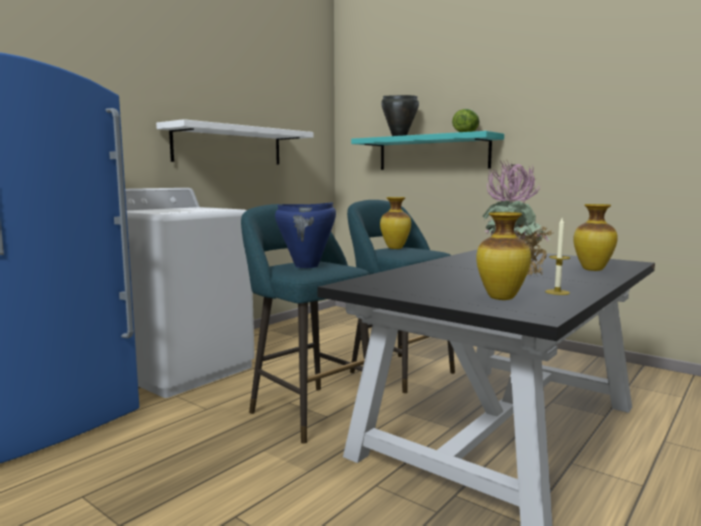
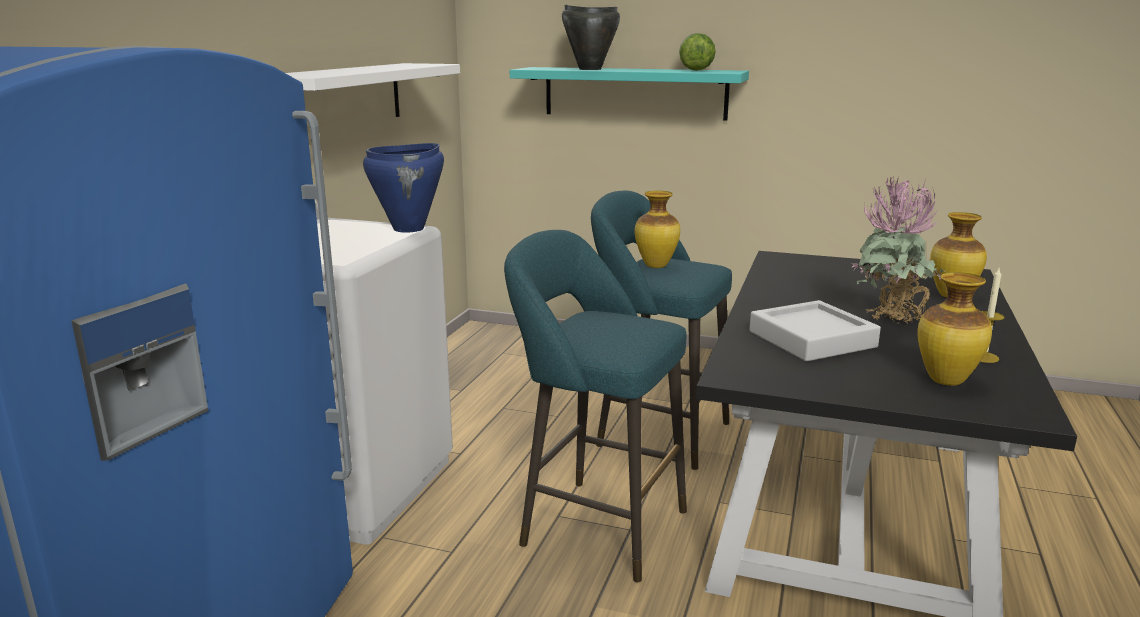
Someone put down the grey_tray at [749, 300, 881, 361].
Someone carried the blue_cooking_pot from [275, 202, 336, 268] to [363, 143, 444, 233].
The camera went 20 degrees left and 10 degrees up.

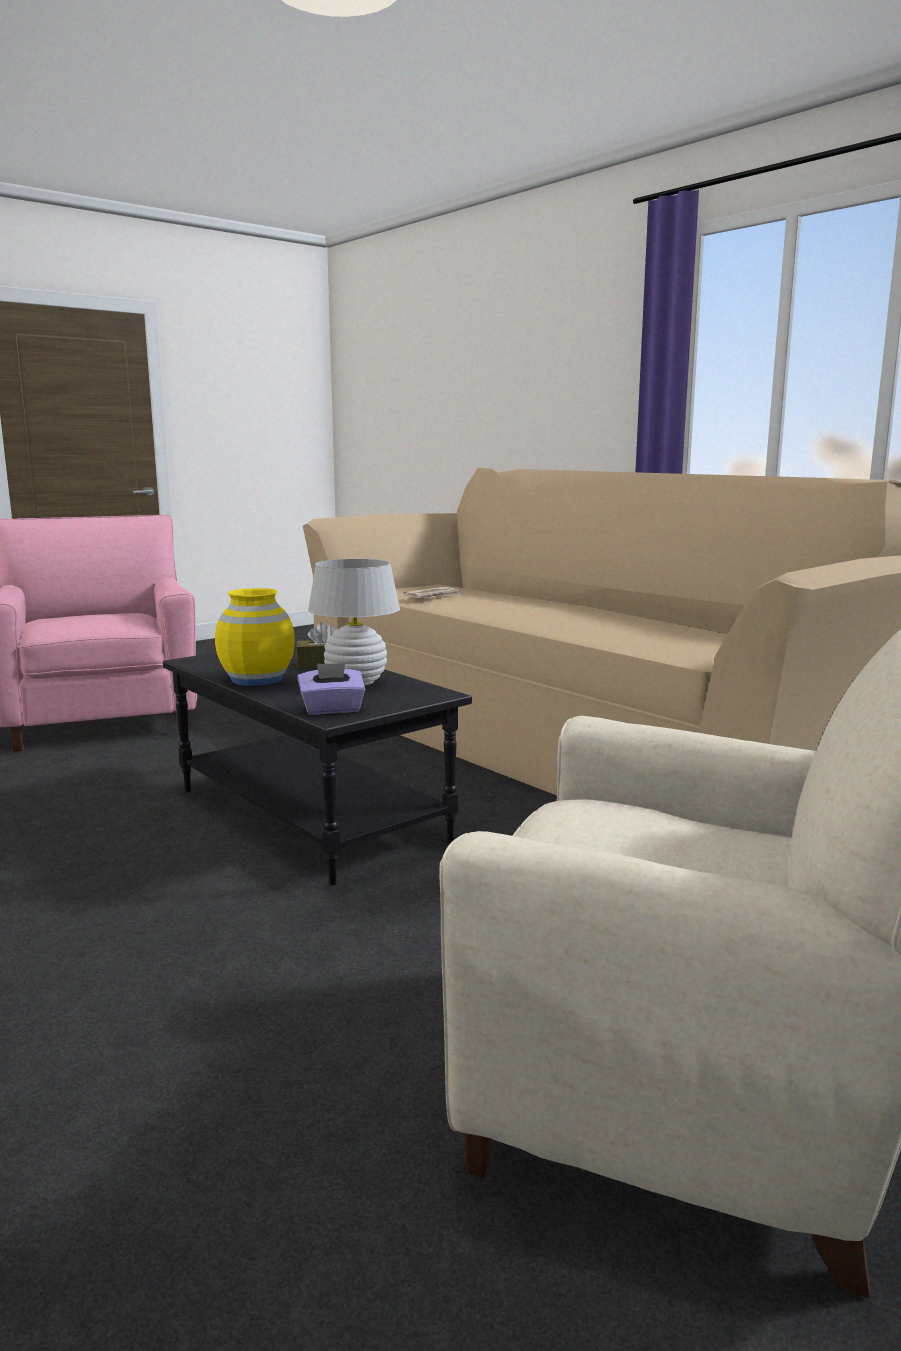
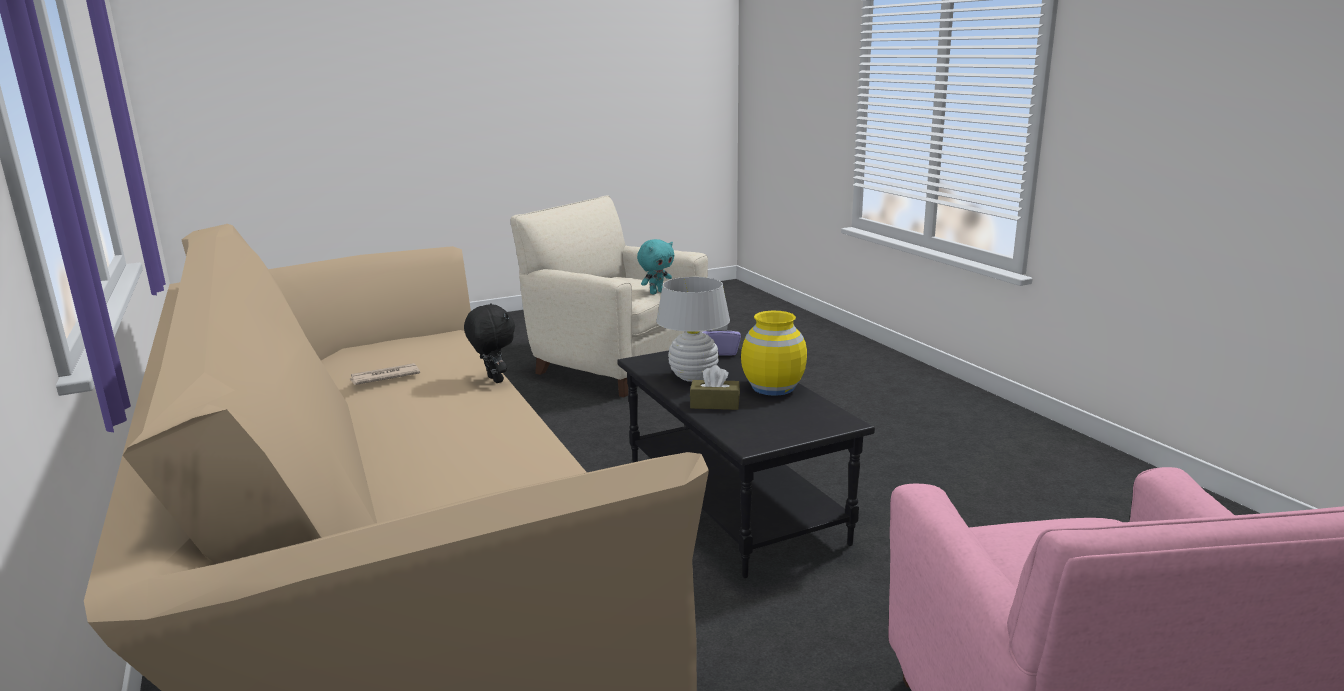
Someone put down the black_plush_toy at [464, 303, 515, 383].
Someone put down the turquoise_plush_toy at [637, 239, 674, 294].
Someone carried the newspaper from [403, 587, 461, 598] to [350, 363, 420, 385].
The camera went 165 degrees left and 5 degrees up.

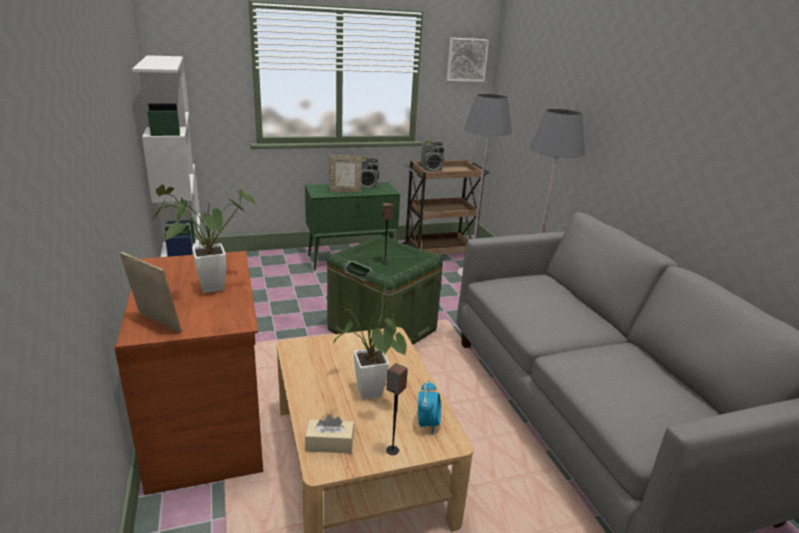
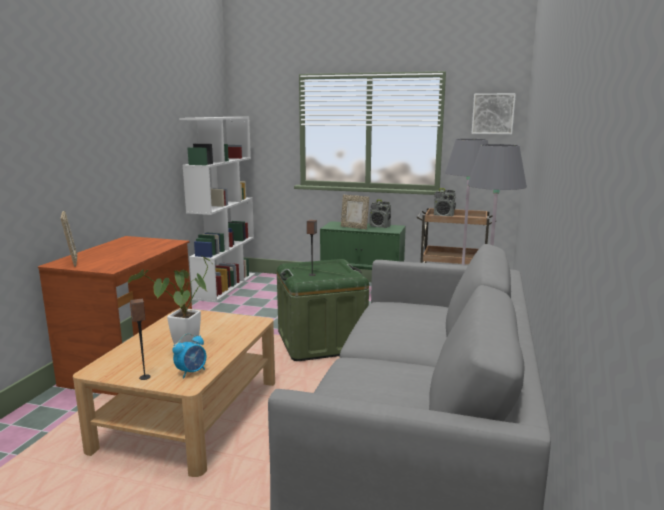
Someone took away the potted_plant at [152, 185, 256, 293].
Someone took away the beige_tissue_box at [305, 415, 354, 453].
The camera went 35 degrees right and 10 degrees down.

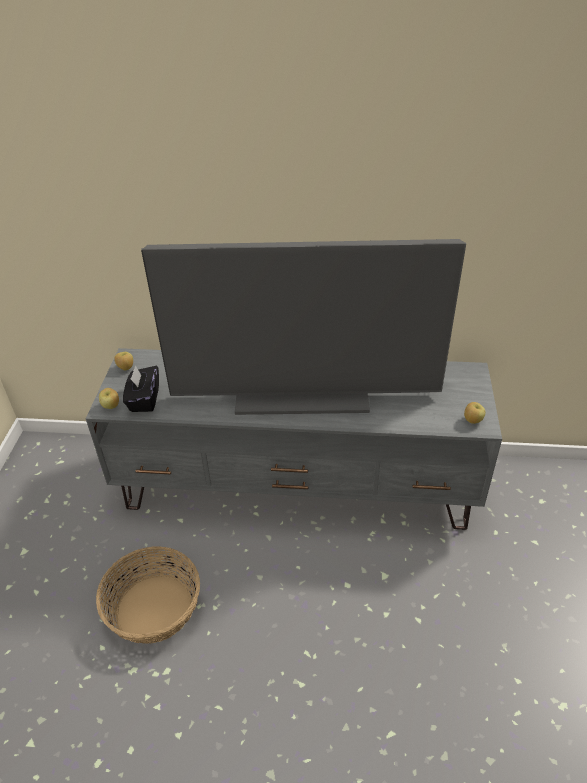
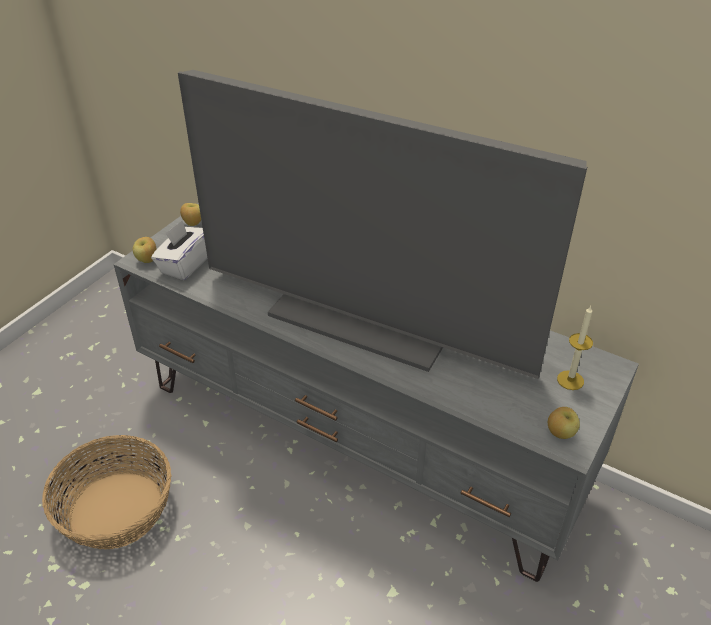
Someone put down the candle at [557, 306, 593, 390].
Someone repainted the black_tissue_box at [123, 365, 159, 412], which became the white_tissue_box at [151, 220, 207, 280].
The camera went 25 degrees right and 0 degrees up.

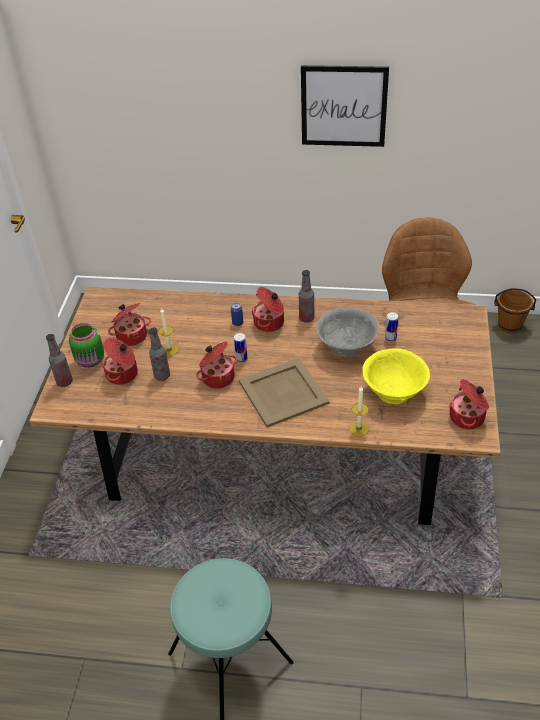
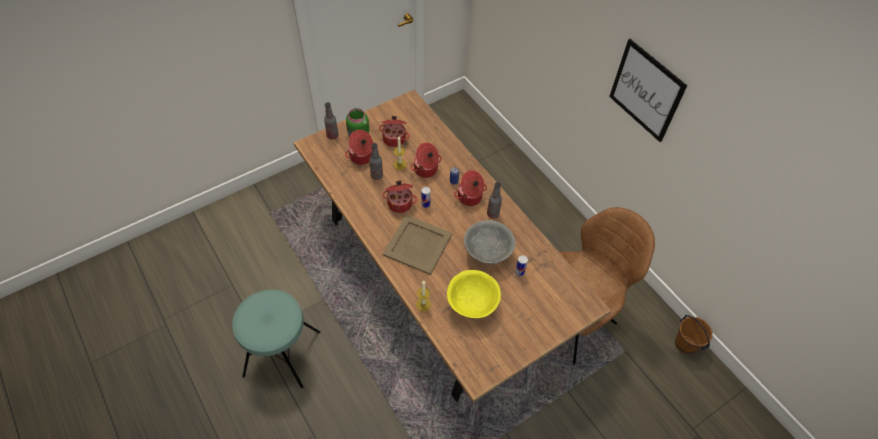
Someone carried the cooking_pot from [449, 379, 489, 429] to [410, 142, 442, 178].
The camera went 45 degrees right and 10 degrees up.

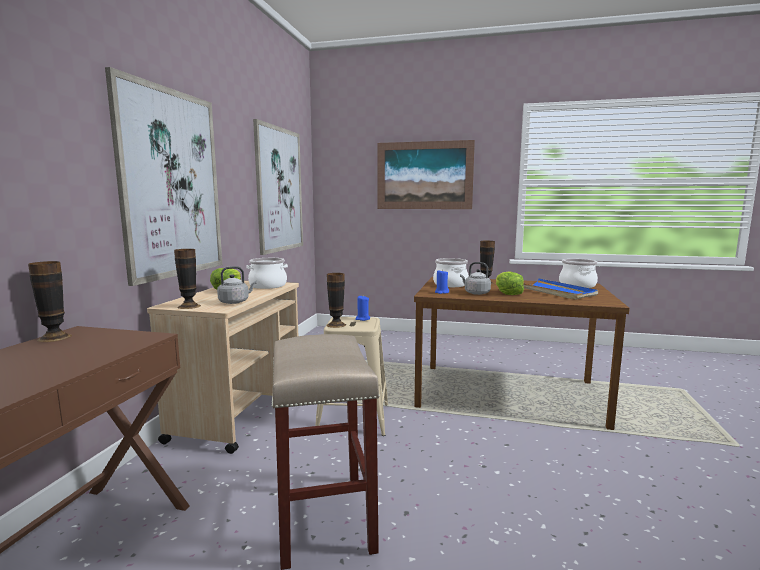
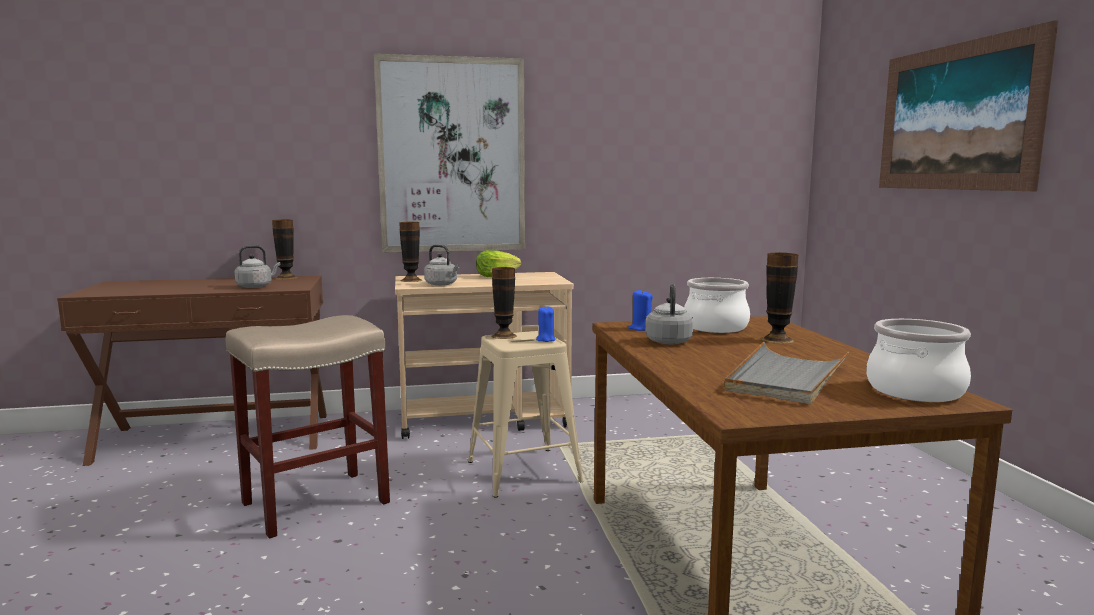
Someone took away the cooking_pot at [246, 258, 288, 289].
Someone took away the picture at [253, 119, 303, 255].
Someone took away the lettuce at [496, 271, 524, 295].
Someone put down the grey_kettle at [235, 245, 280, 288].
Someone repainted the blue_tray at [523, 279, 598, 300], which became the grey_tray at [725, 342, 849, 404].
The camera went 65 degrees right and 0 degrees up.

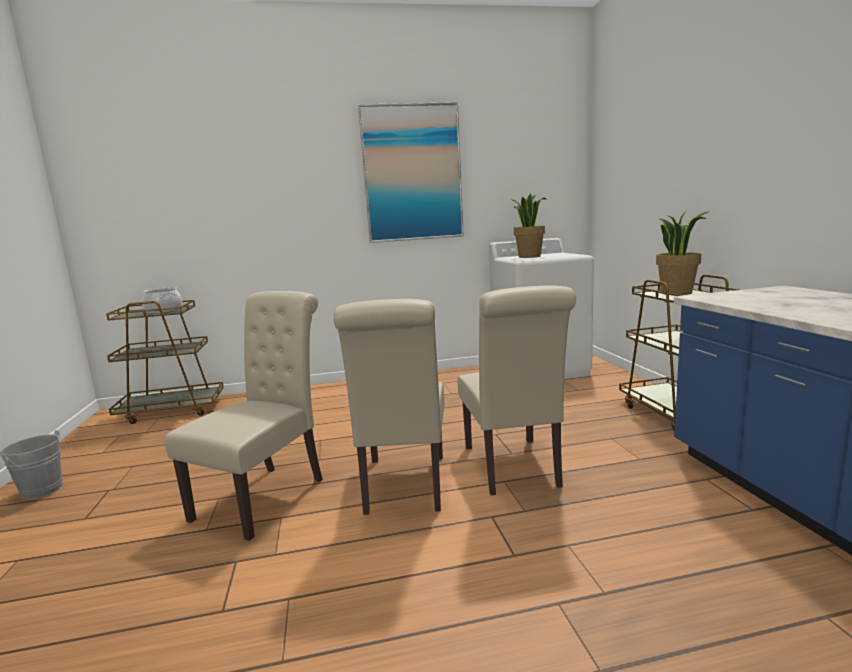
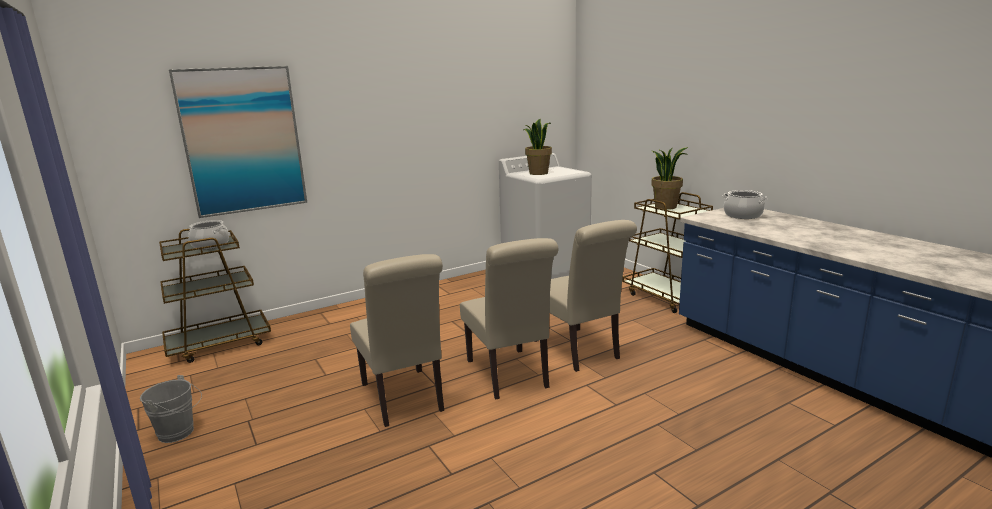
Someone put down the cooking_pot at [723, 190, 767, 219].
Someone carried the picture from [358, 102, 464, 243] to [169, 66, 307, 218].
Someone rotated the beige_chair at [164, 291, 323, 541] by 150 degrees clockwise.
The camera went 20 degrees left and 5 degrees up.

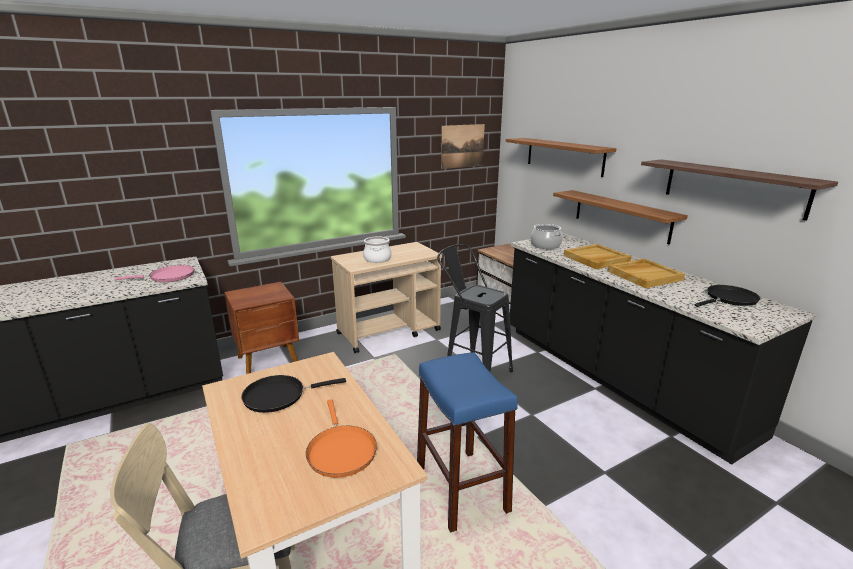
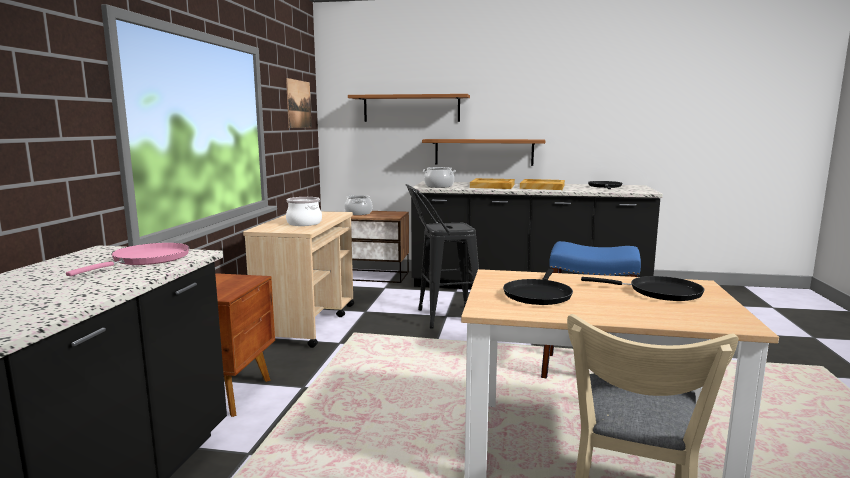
Someone took away the shelf at [641, 159, 838, 221].
Someone put down the cooking_pot at [344, 195, 372, 215].
Someone repainted the orange_frying_pan at [306, 399, 377, 478], which became the black_frying_pan at [581, 276, 704, 301].
The camera went 50 degrees left and 10 degrees down.

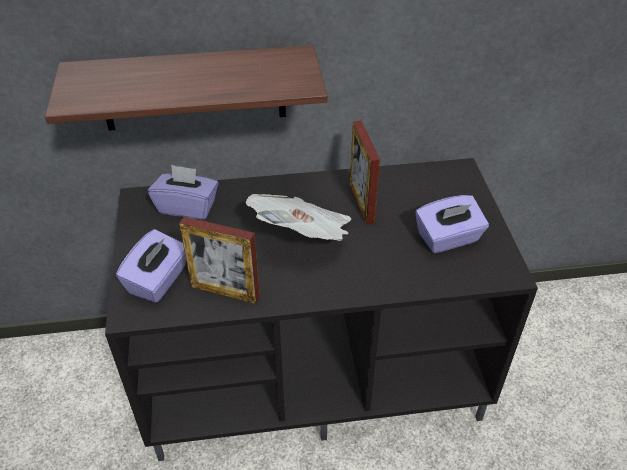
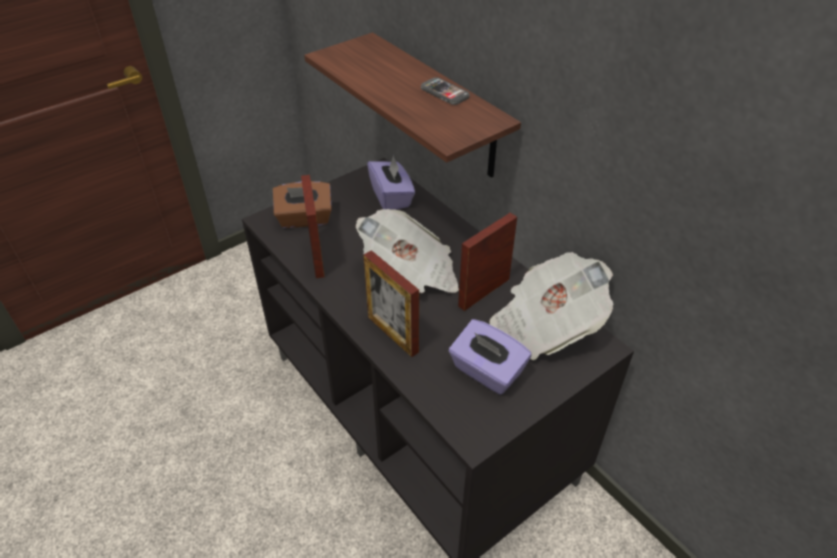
Someone put down the picture_frame at [363, 250, 419, 357].
Someone put down the phone at [421, 77, 470, 105].
Someone put down the newspaper at [490, 252, 613, 360].
Someone repainted the purple_tissue_box at [116, 229, 186, 303], which became the brown_tissue_box at [273, 181, 332, 228].
The camera went 60 degrees right and 0 degrees up.

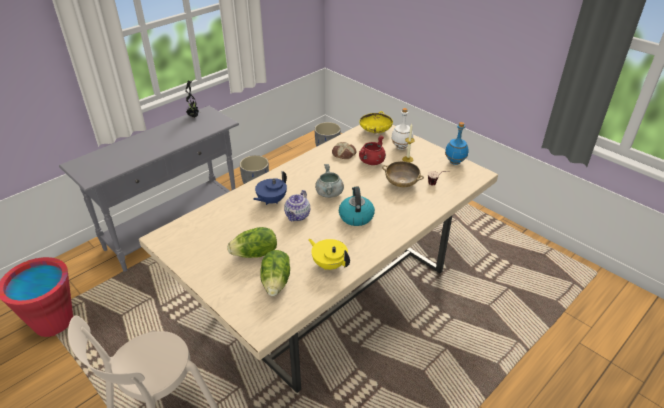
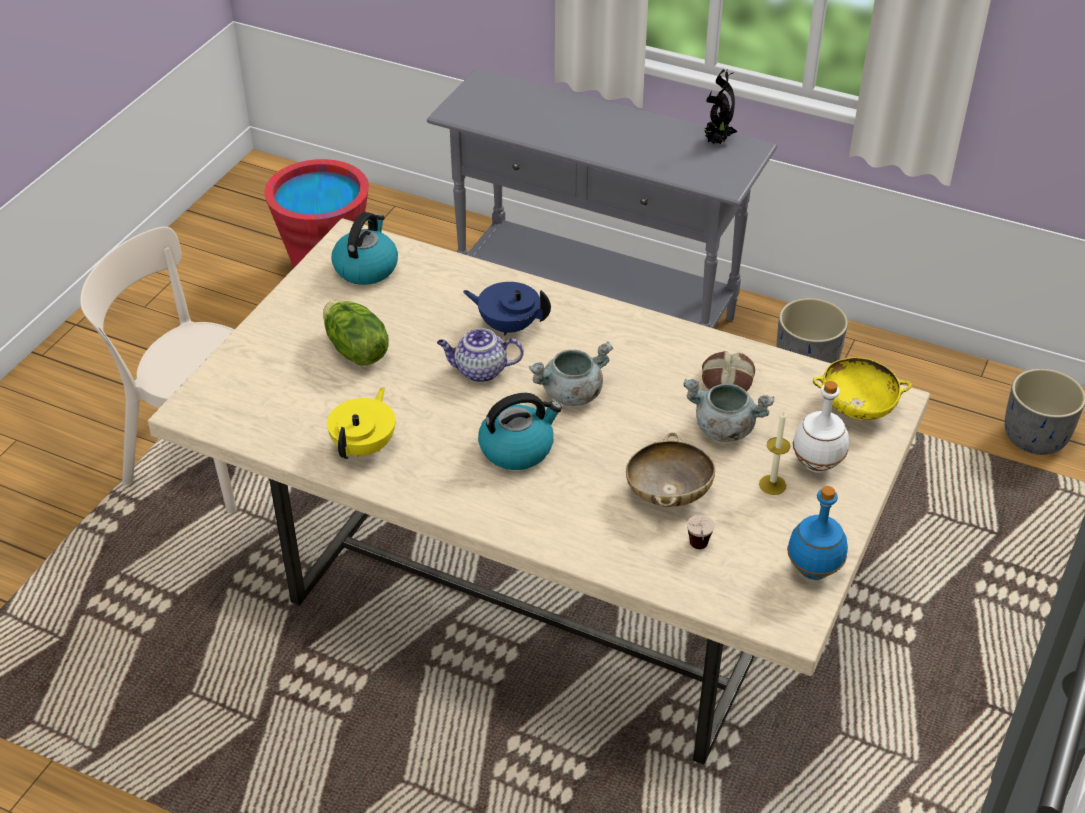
Someone took away the lettuce at [260, 250, 290, 296].
Someone put down the kettle at [331, 212, 398, 285].
Someone repainted the red_cooking_pot at [359, 135, 386, 165], which became the grey_cooking_pot at [683, 379, 774, 442].
The camera went 70 degrees right and 5 degrees up.

